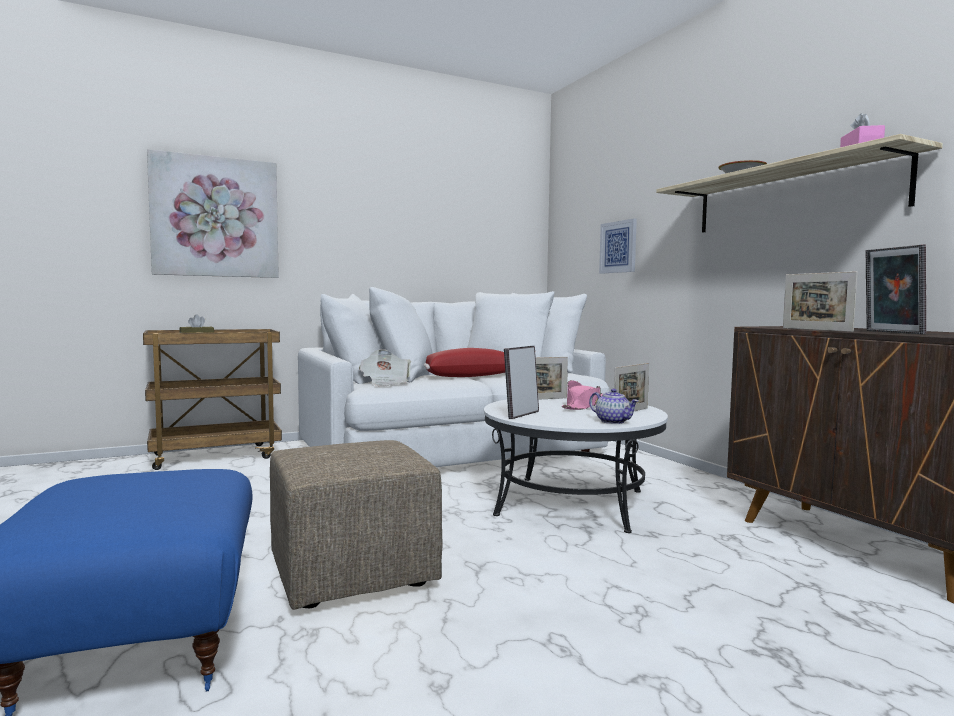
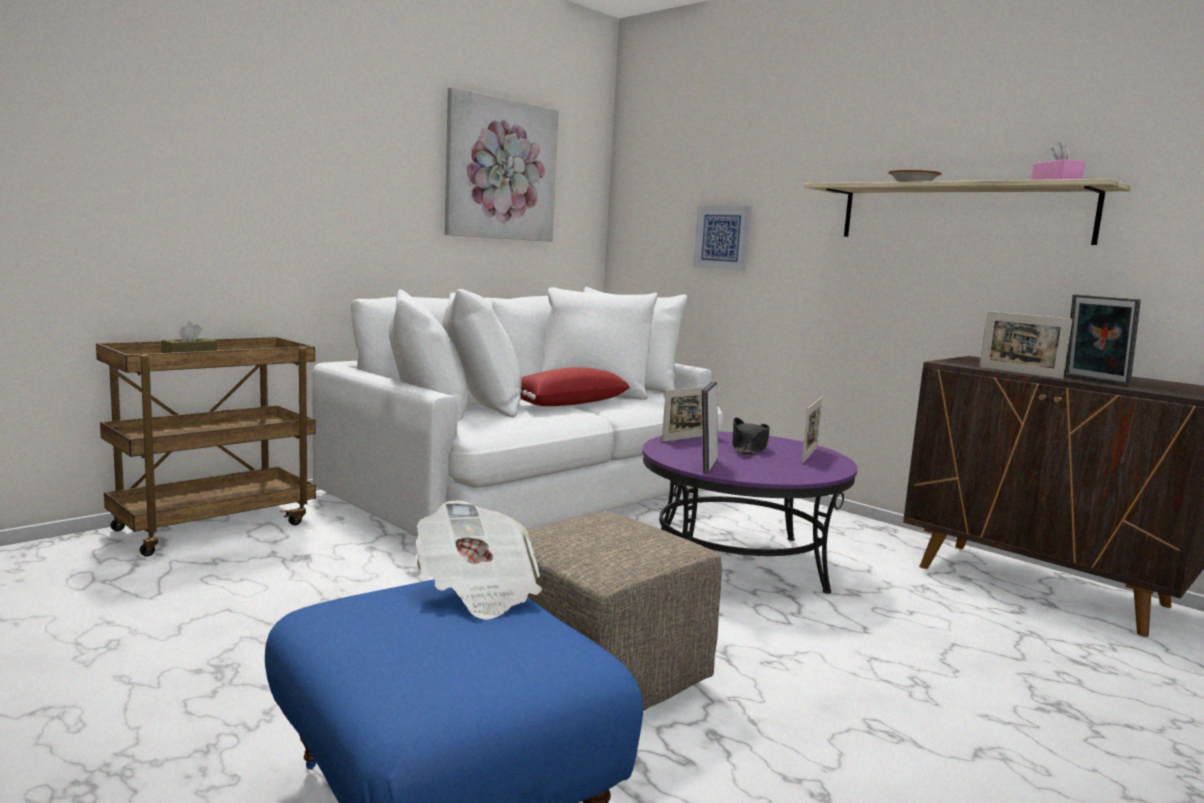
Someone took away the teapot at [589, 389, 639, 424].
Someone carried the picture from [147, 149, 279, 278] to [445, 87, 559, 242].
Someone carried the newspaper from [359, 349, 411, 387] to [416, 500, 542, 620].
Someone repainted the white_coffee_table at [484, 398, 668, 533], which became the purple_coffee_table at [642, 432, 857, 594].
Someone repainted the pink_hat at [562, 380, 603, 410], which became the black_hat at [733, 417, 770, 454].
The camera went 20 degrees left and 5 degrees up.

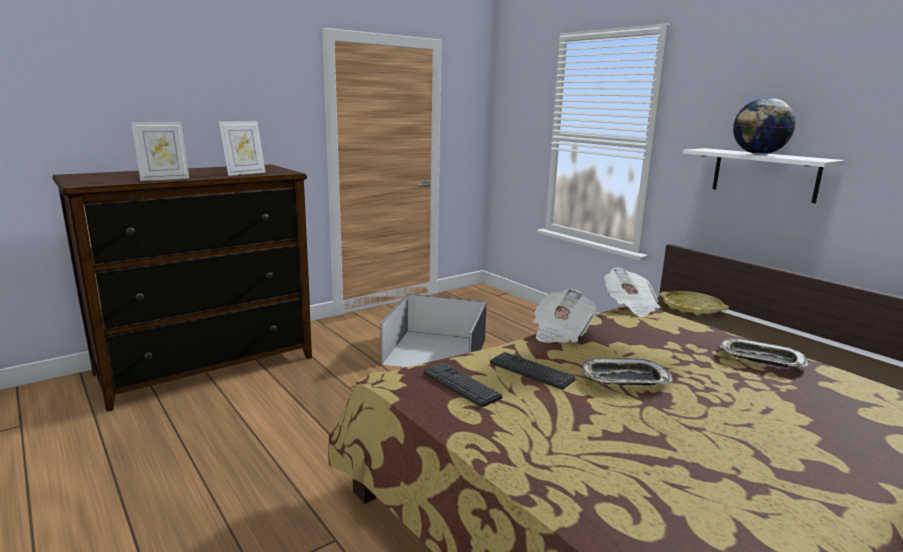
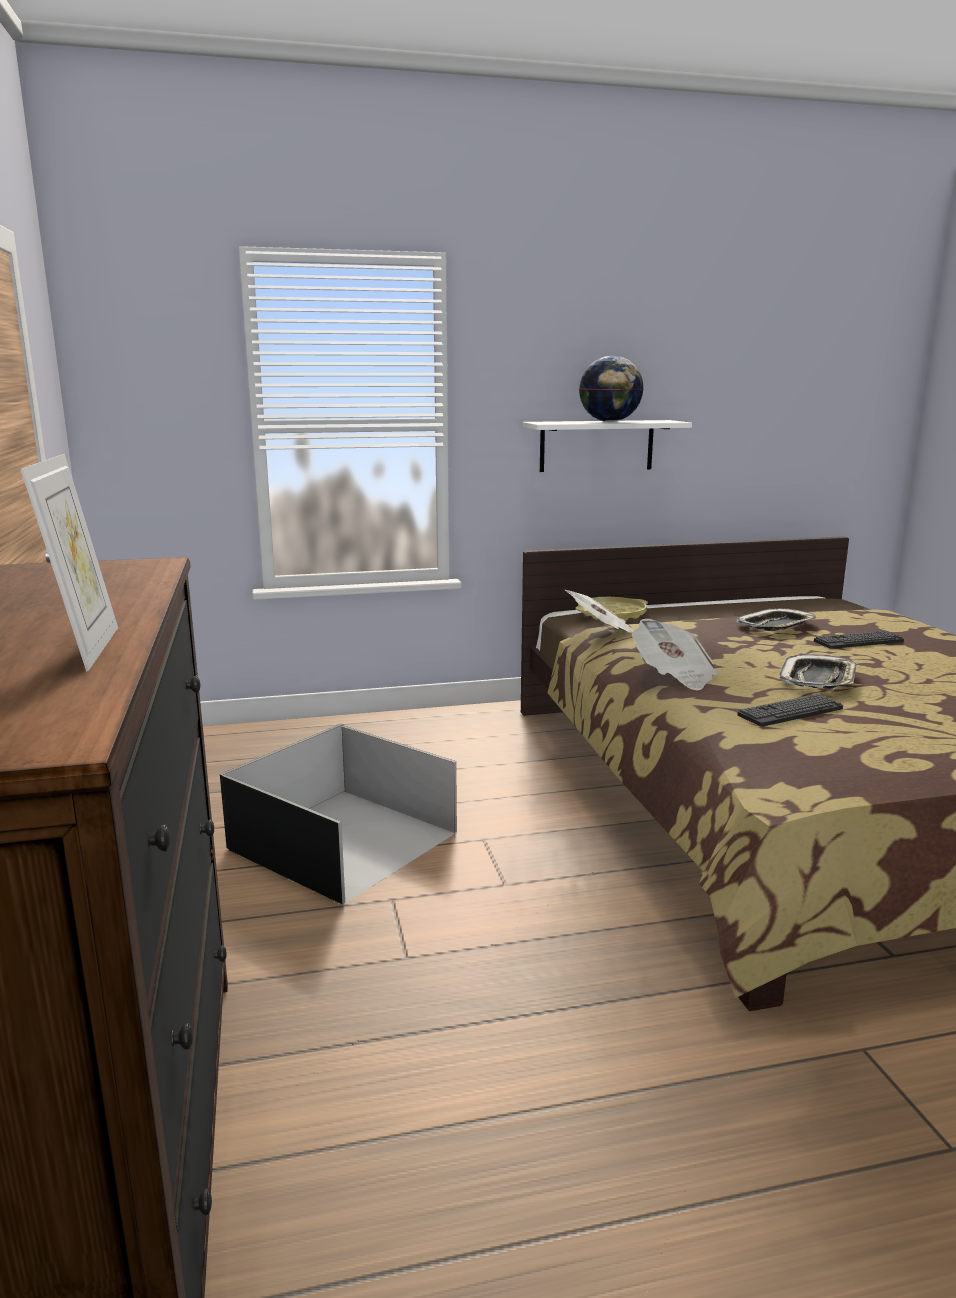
Someone took away the picture_frame at [219, 121, 266, 176].
Someone carried the keyboard from [423, 362, 502, 407] to [814, 631, 904, 649].
The camera went 65 degrees left and 0 degrees up.

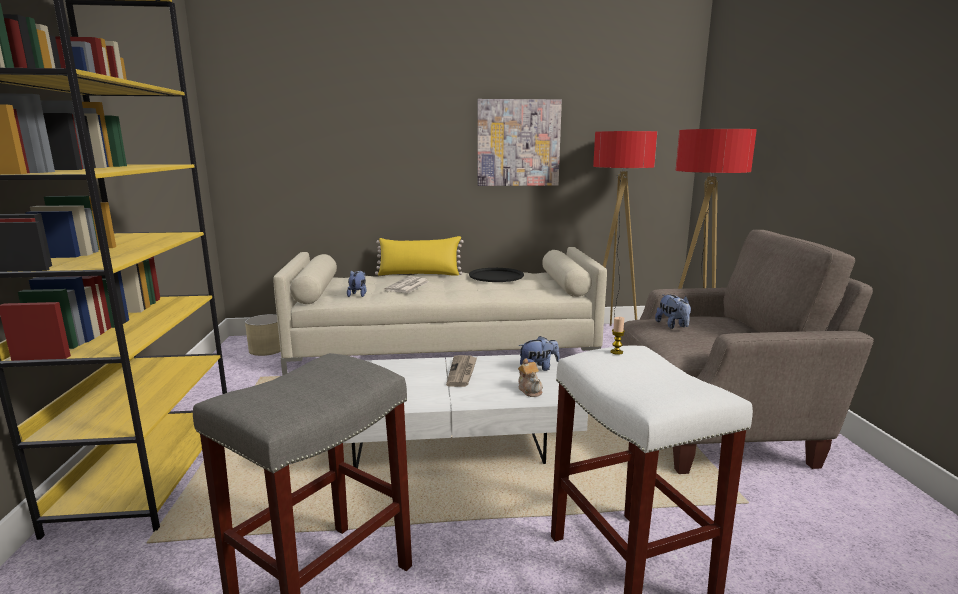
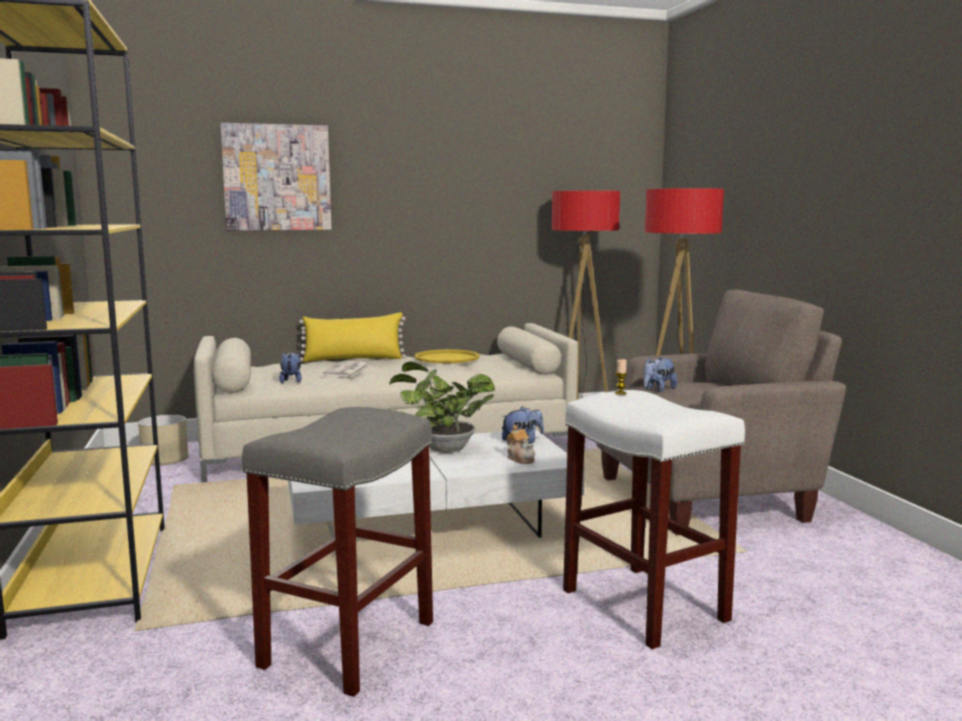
Someone carried the picture from [477, 99, 562, 186] to [220, 123, 331, 231].
Someone swapped the newspaper at [446, 355, 477, 387] for the potted_plant at [389, 361, 495, 453].
Someone repainted the black_tray at [469, 268, 524, 282], which became the yellow_tray at [414, 349, 480, 364].
Someone rotated the plush_toy at [655, 295, 691, 329] by 75 degrees clockwise.
The camera went 10 degrees left and 5 degrees down.

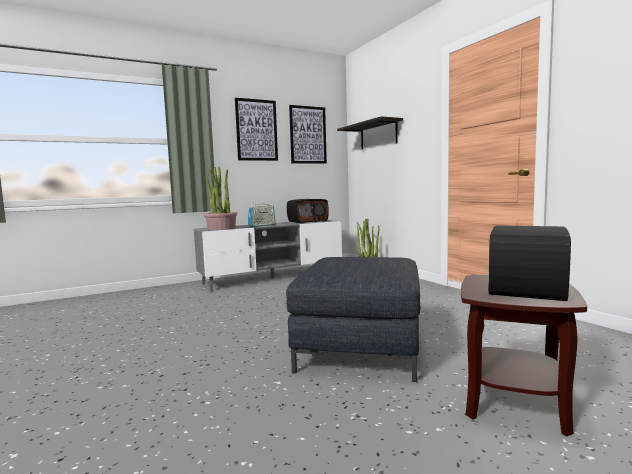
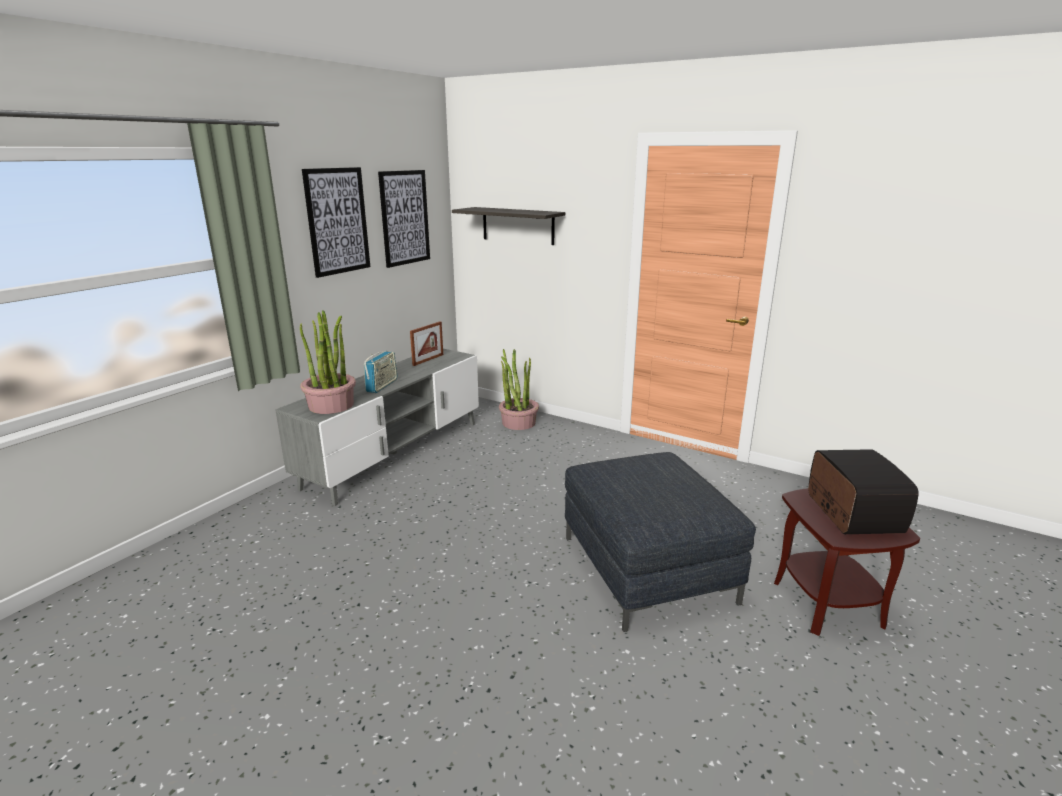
Someone swapped the radio at [287, 199, 329, 223] for the picture_frame at [410, 321, 443, 366].
The camera went 30 degrees left and 15 degrees up.

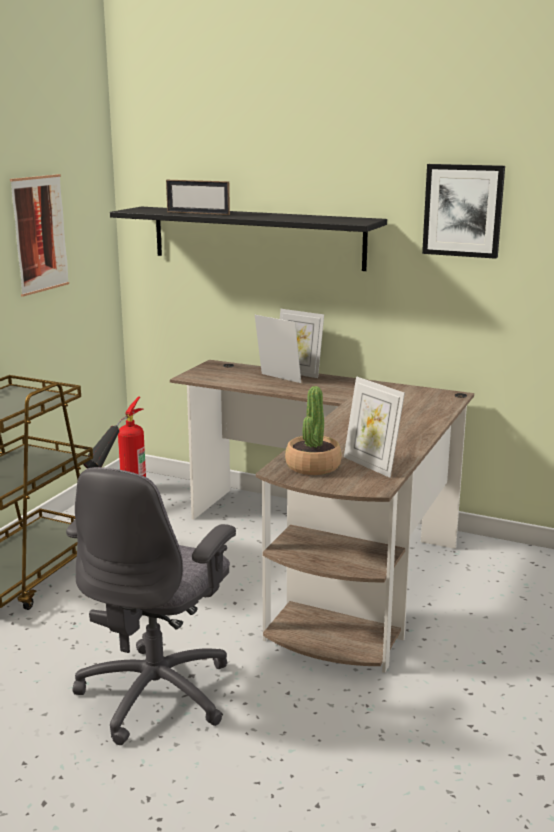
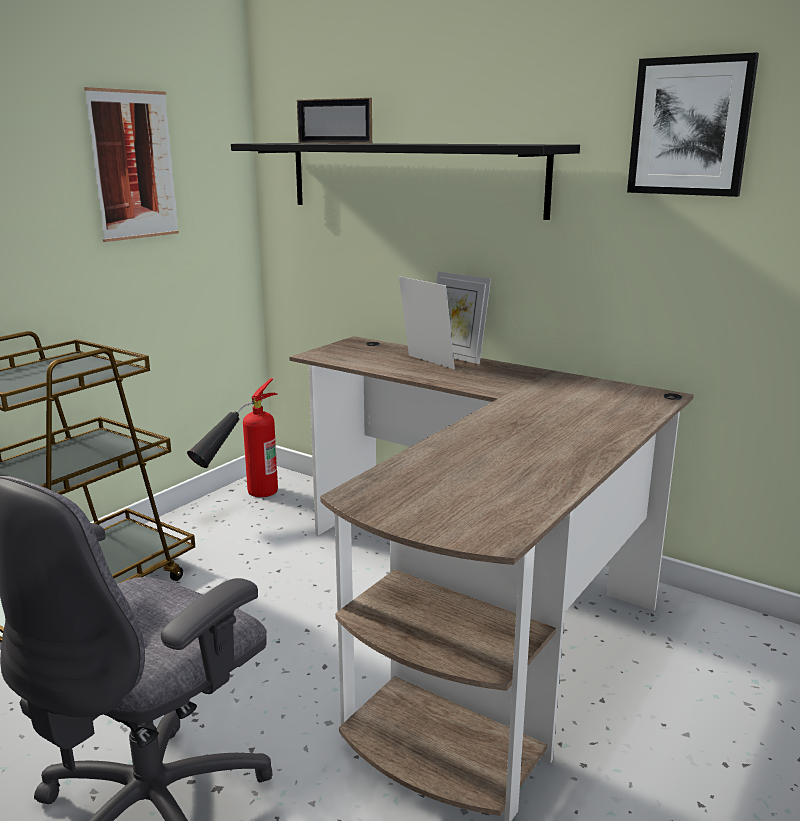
Someone took away the potted_plant at [285, 386, 342, 475].
Someone took away the picture_frame at [344, 377, 405, 478].
The camera went 10 degrees right and 0 degrees up.

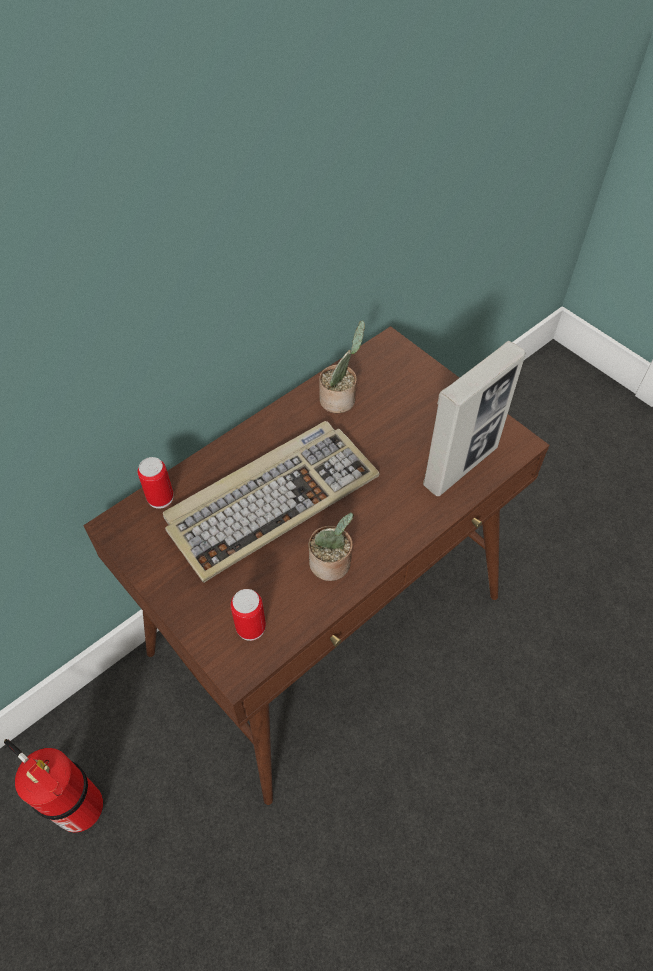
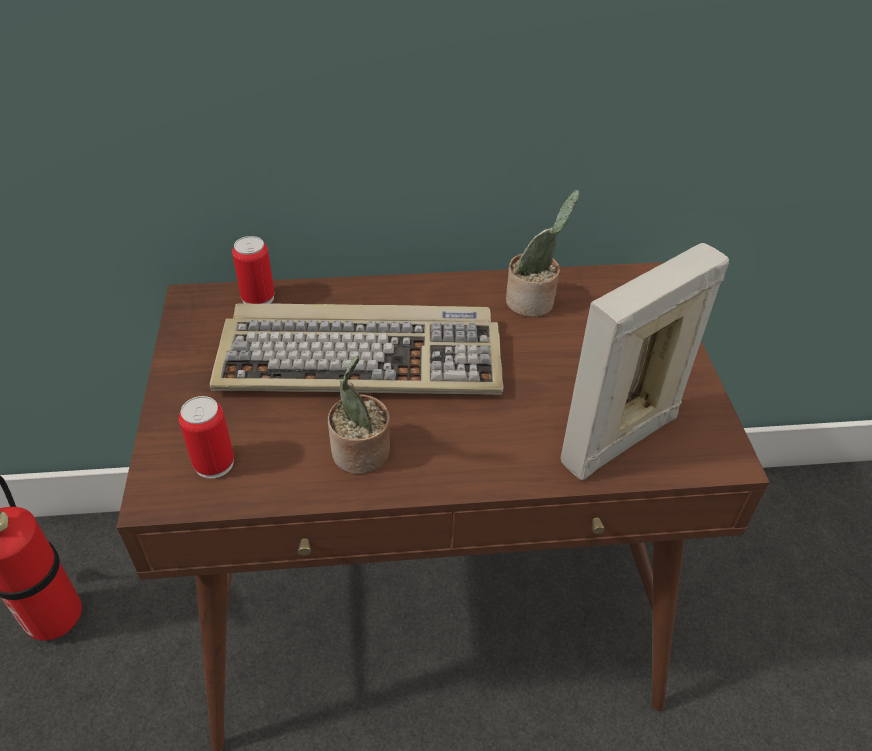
Someone rotated the picture_frame at [423, 341, 526, 496] by 150 degrees clockwise.
The camera went 35 degrees right and 10 degrees down.

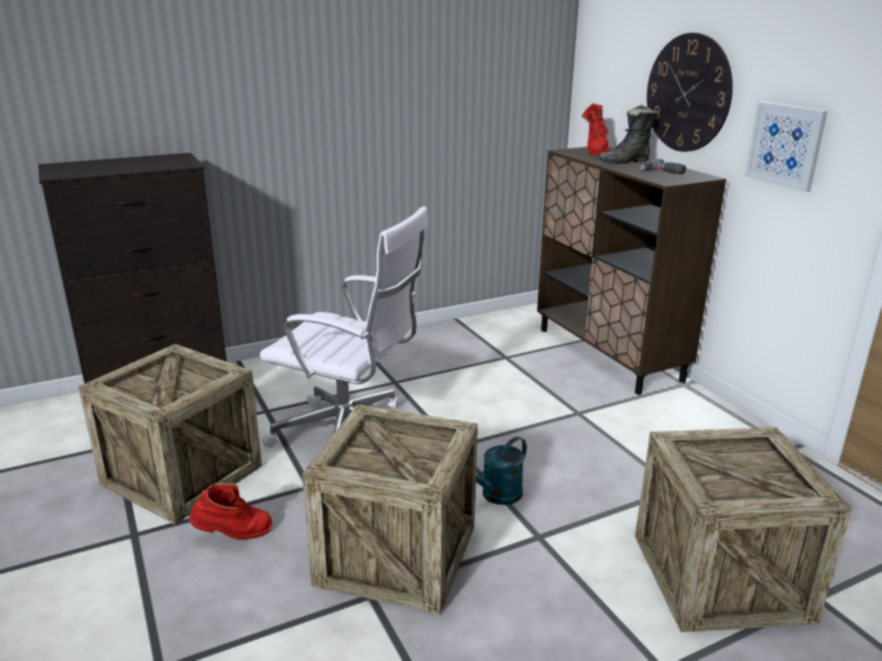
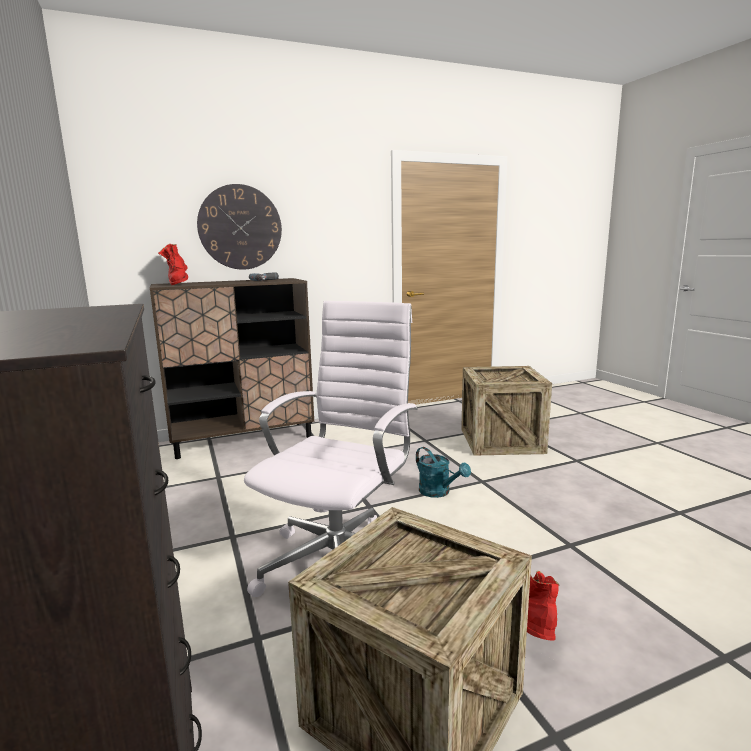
Someone took away the crate at [302, 404, 478, 615].
Someone took away the black_boot at [598, 105, 656, 164].
Someone took away the picture at [745, 101, 828, 192].
Someone rotated the red_boot at [582, 103, 610, 156] by 60 degrees clockwise.
The camera went 85 degrees left and 10 degrees down.

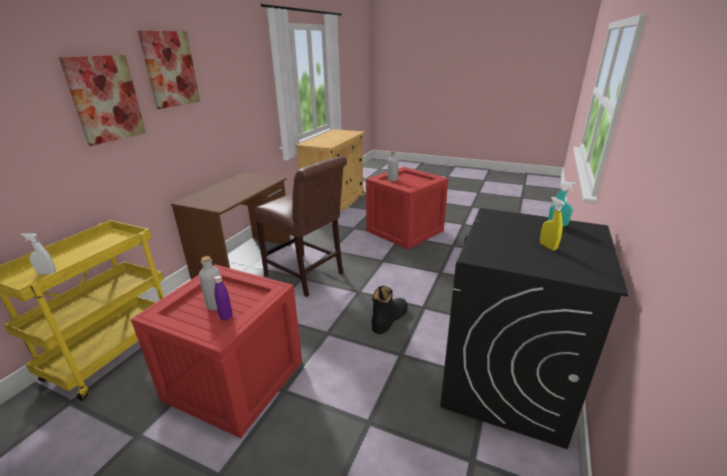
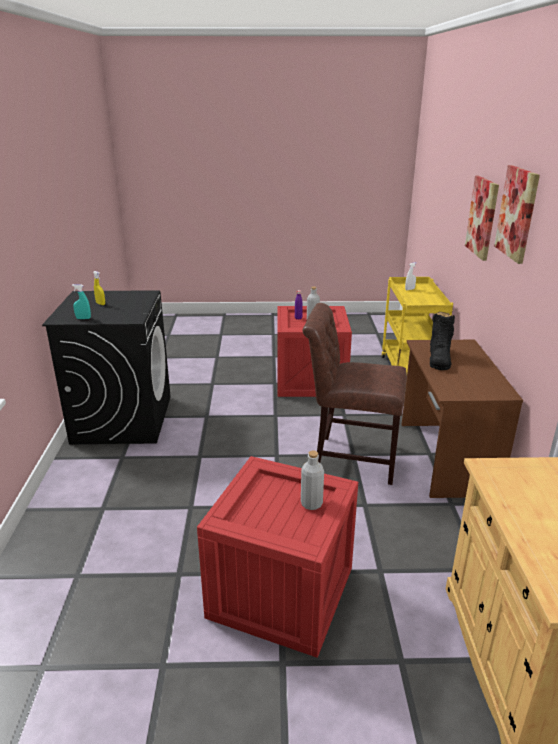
Someone carried the black_boot from [371, 286, 408, 334] to [430, 312, 455, 370].
The camera went 155 degrees right and 0 degrees up.

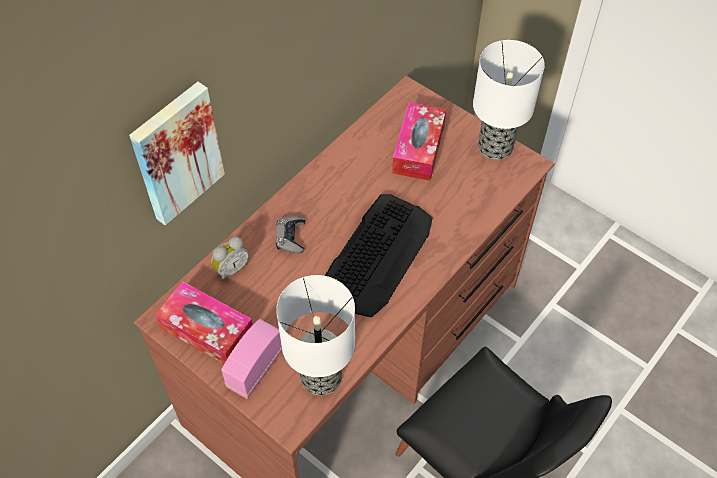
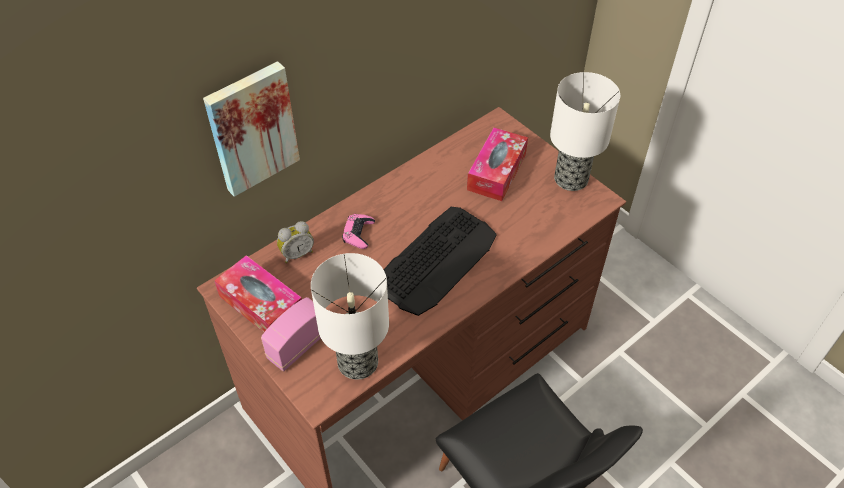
Someone repainted the grey_game_controller at [276, 216, 305, 254], which became the pink_game_controller at [342, 214, 375, 249].
The camera went 10 degrees right and 5 degrees down.

